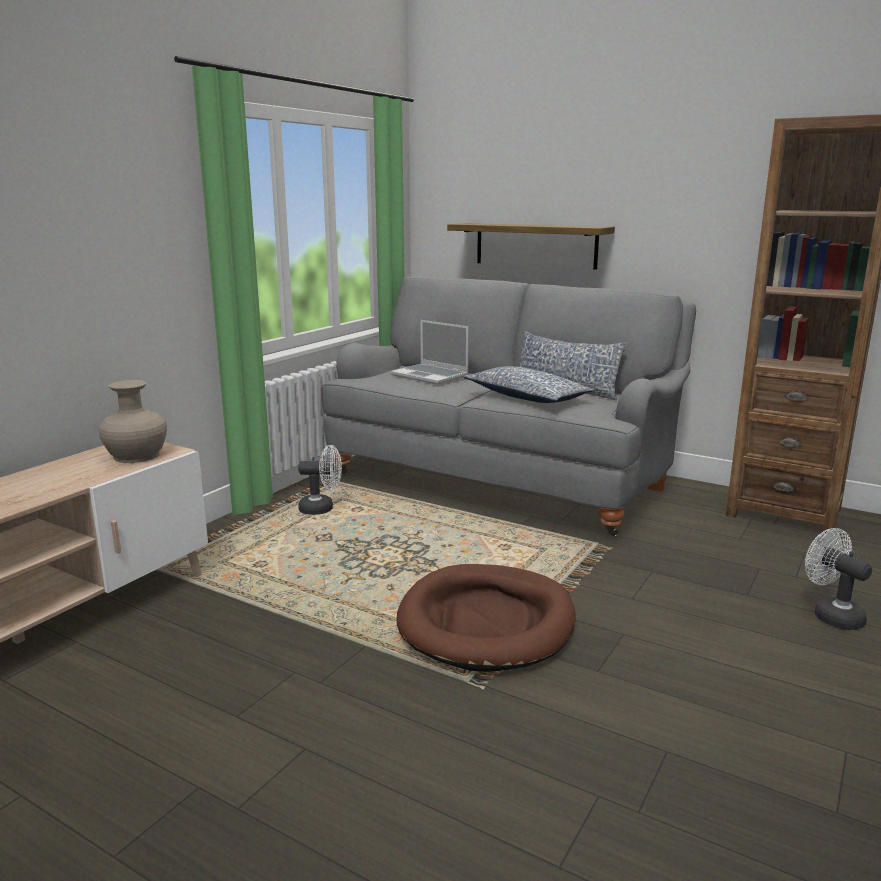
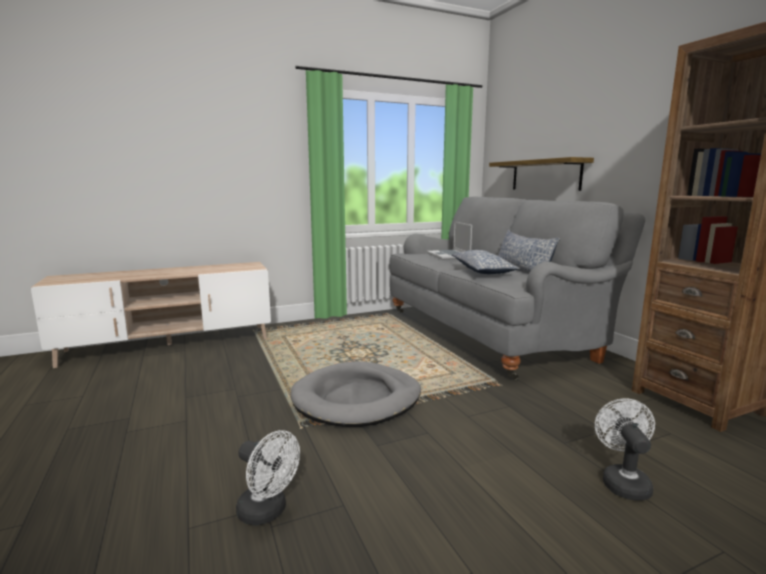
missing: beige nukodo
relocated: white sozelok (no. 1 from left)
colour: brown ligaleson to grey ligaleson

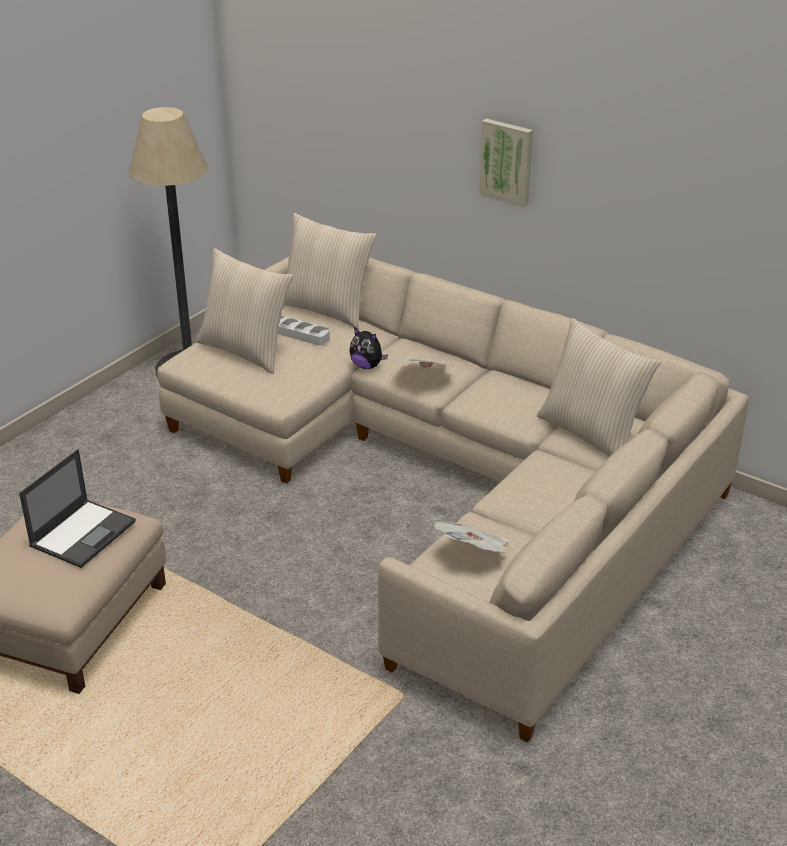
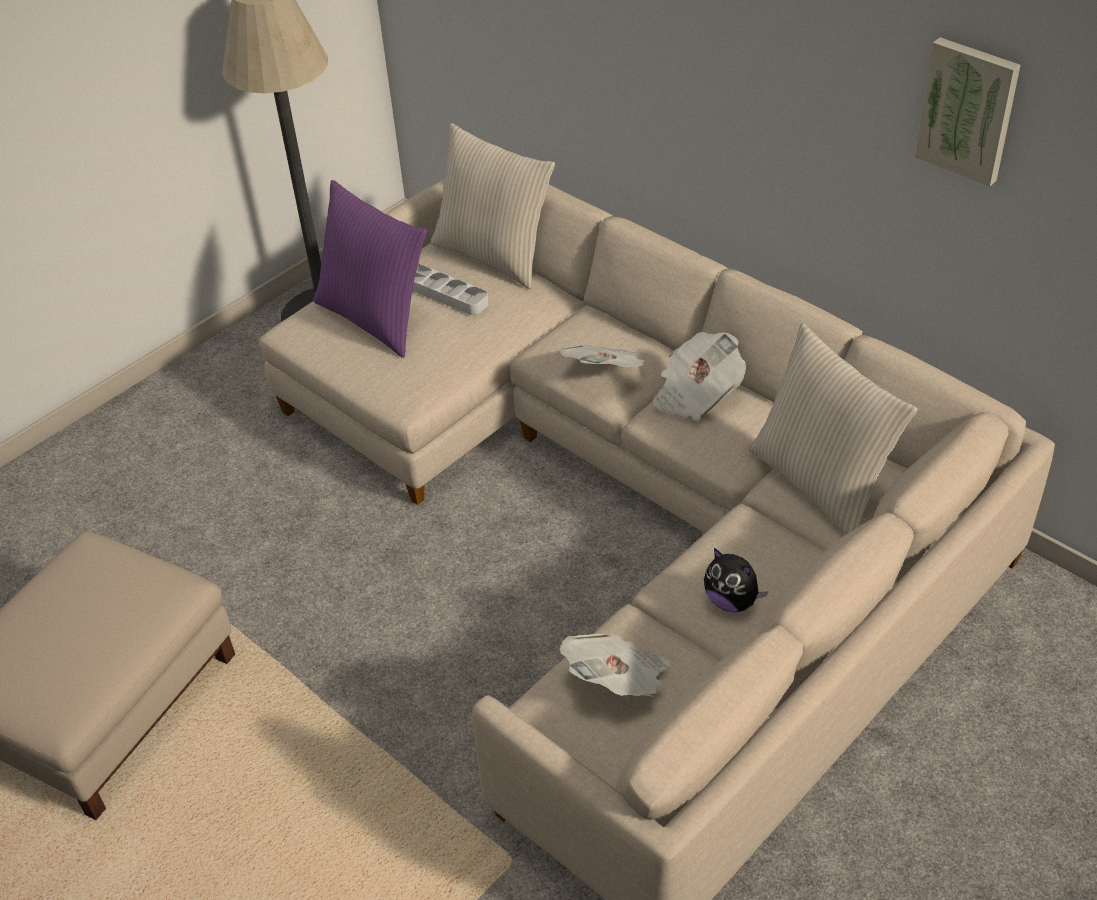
missing: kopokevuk
appeared: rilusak (no. 3 from left)
relocated: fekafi; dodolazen
colour: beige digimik (no. 1 from left) to purple digimik

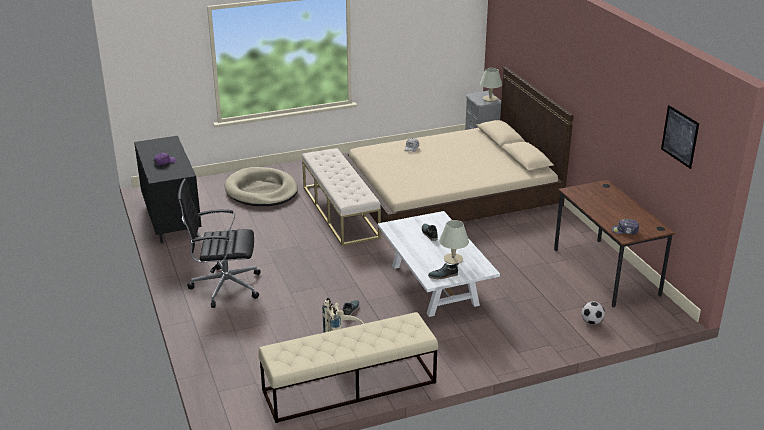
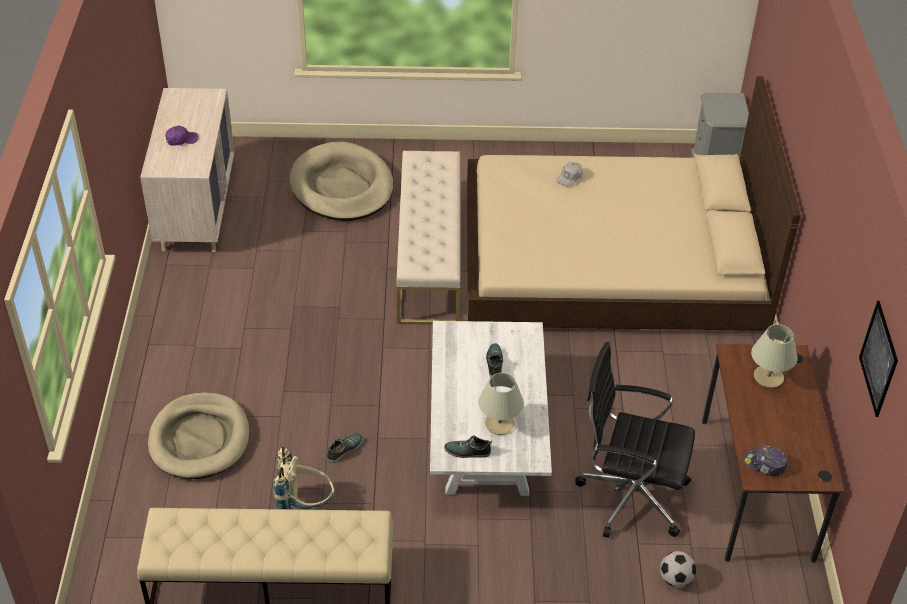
appeared: beige ligaleson (no. 1 from left)
relocated: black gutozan; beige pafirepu (no. 2 from left)
colour: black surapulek to beige surapulek

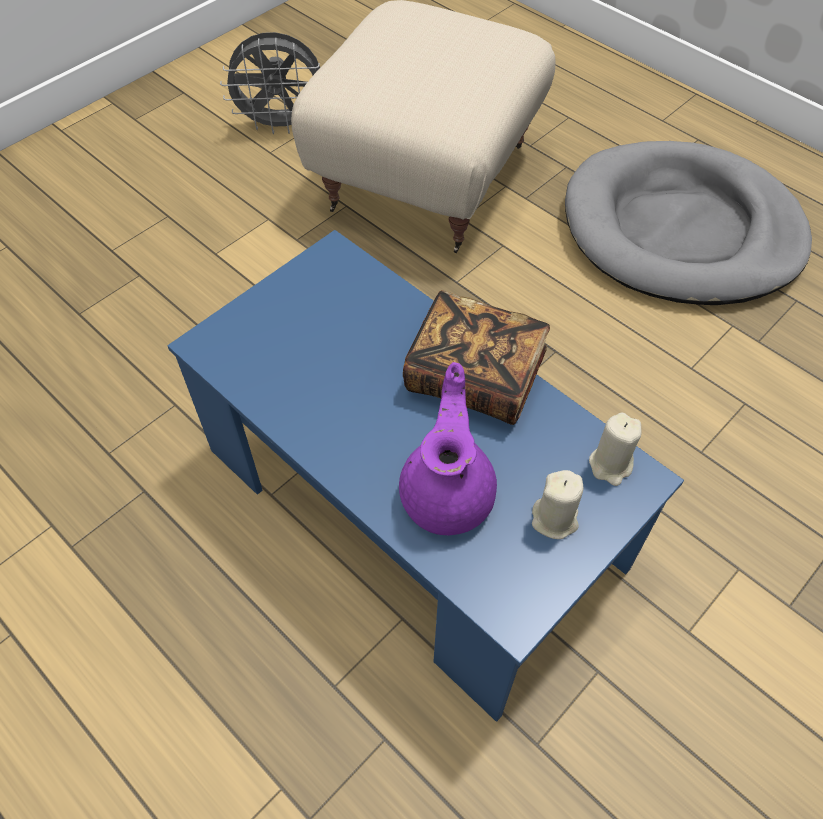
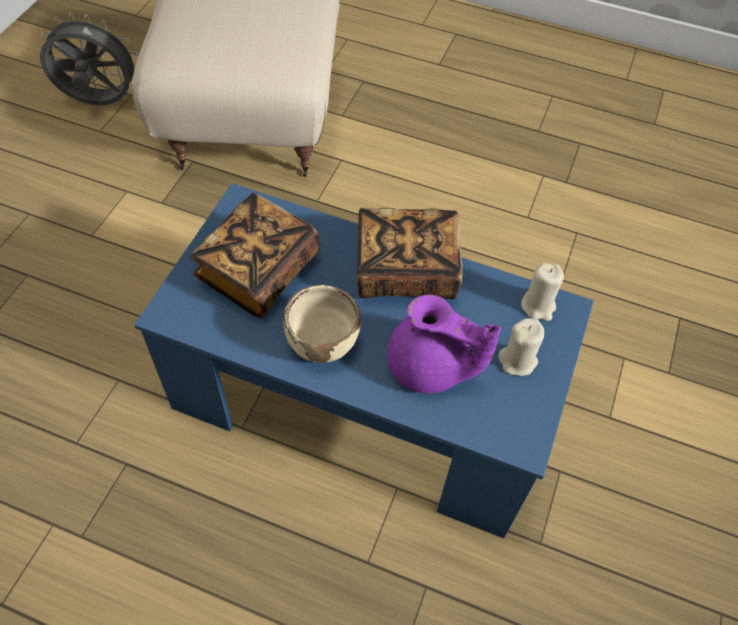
missing: grey ligaleson
appeared: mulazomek (no. 1 from left); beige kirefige
spun: grey sozelok 150 degrees counterclockwise; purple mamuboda 135 degrees clockwise

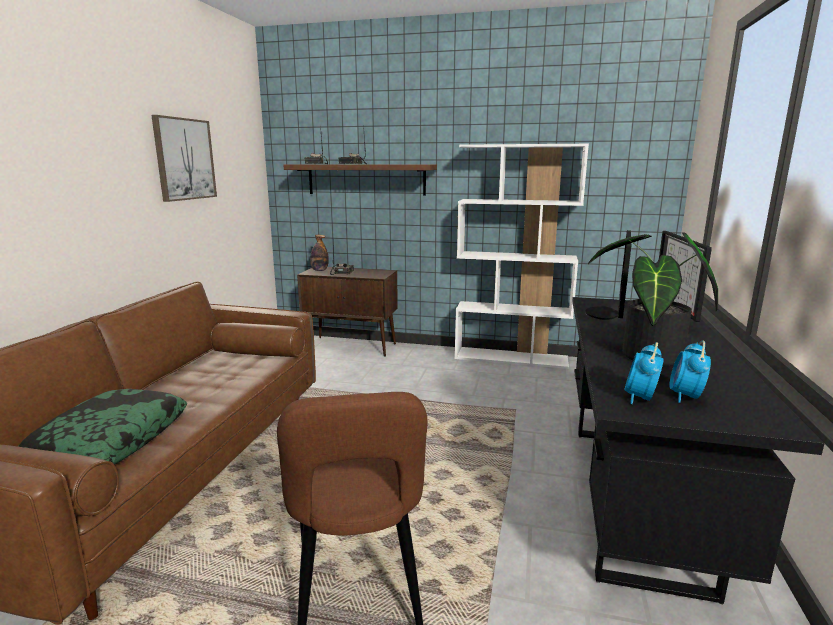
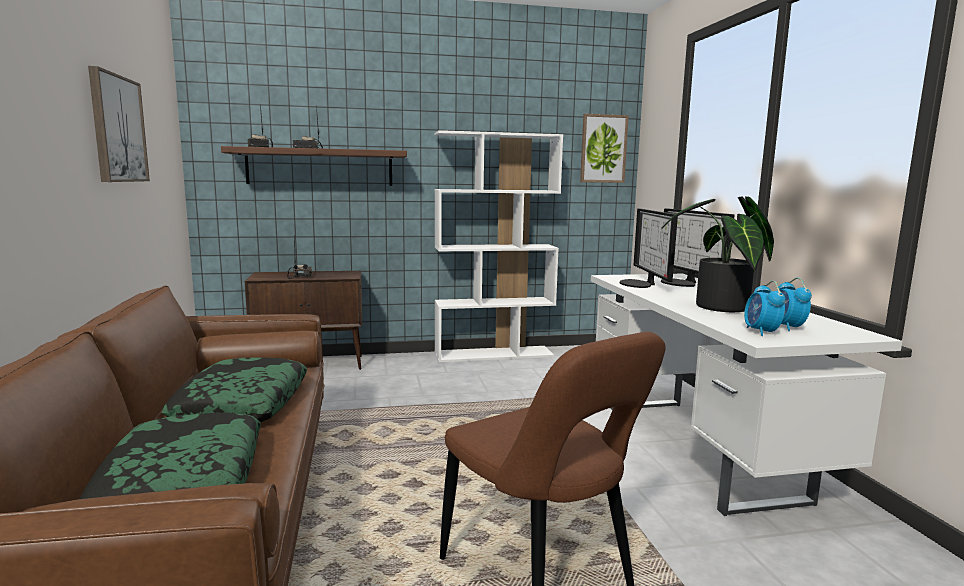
missing: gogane
appeared: digimik (no. 2 from left); dodolazen (no. 2 from left)
colour: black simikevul to white simikevul

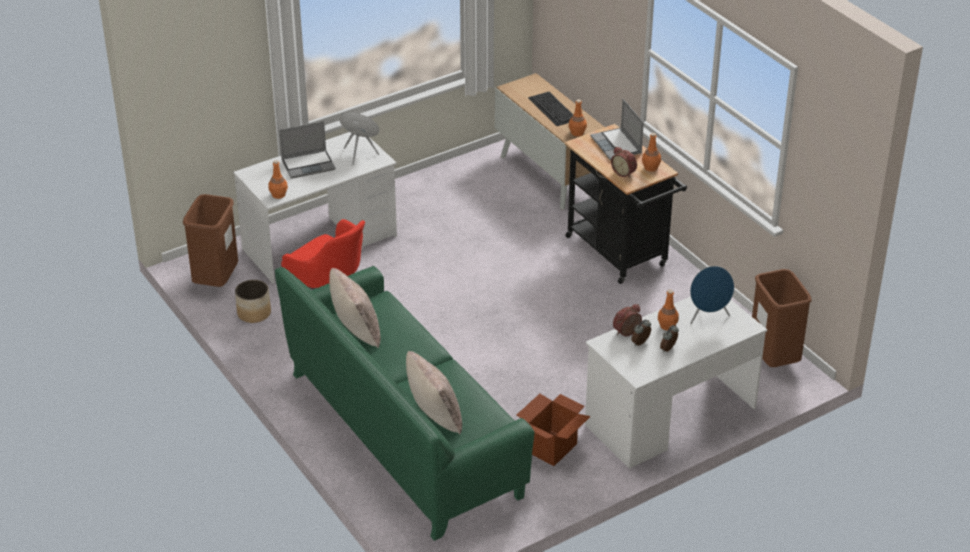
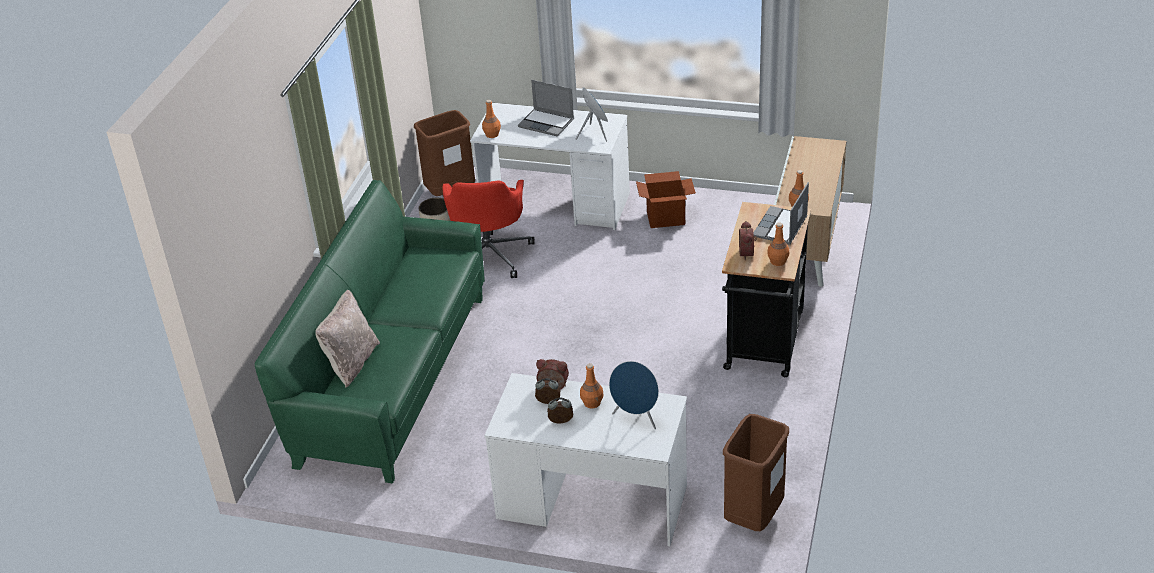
missing: beige digimik (no. 1 from left); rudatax
relocated: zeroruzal

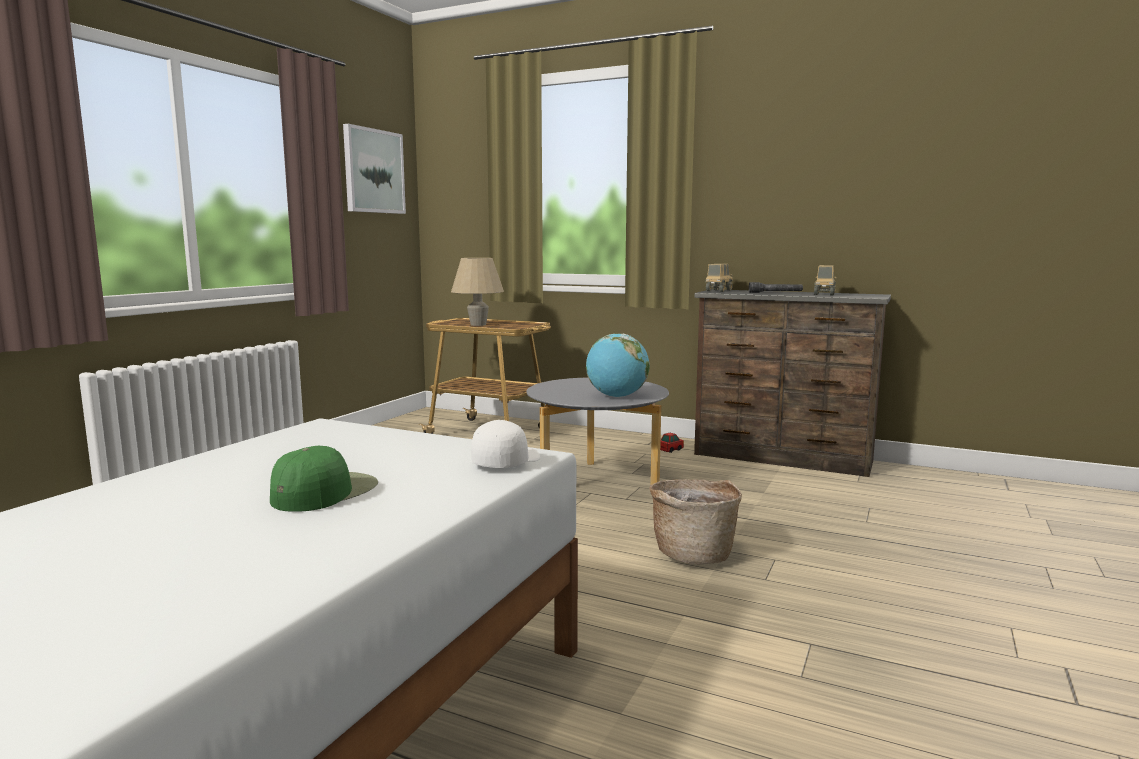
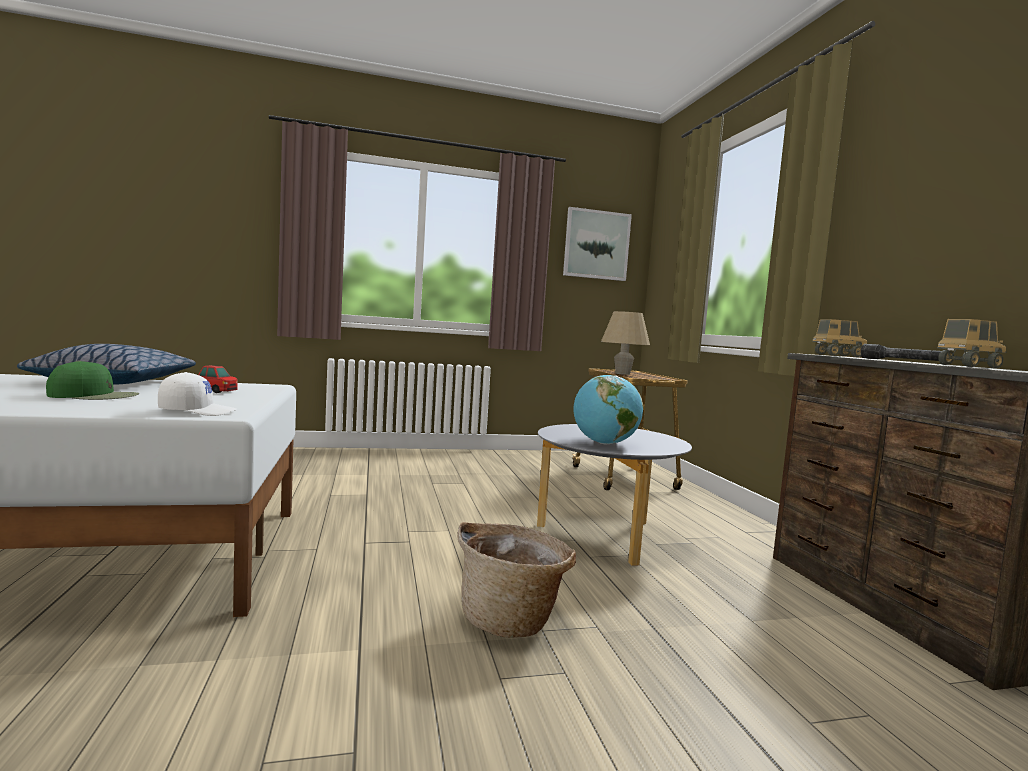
appeared: digimik
relocated: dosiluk

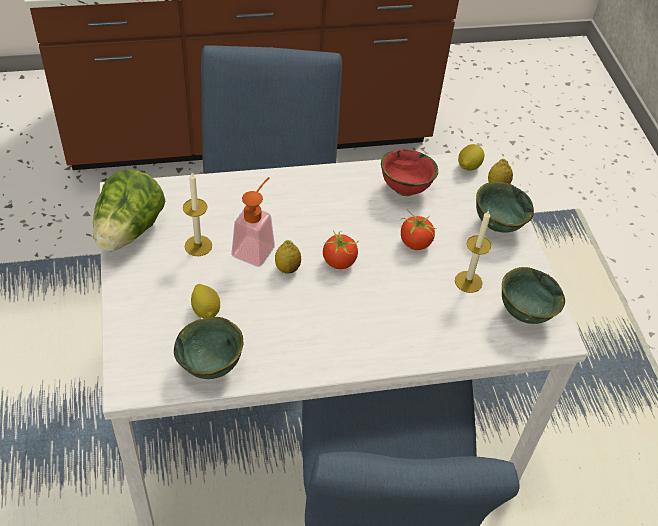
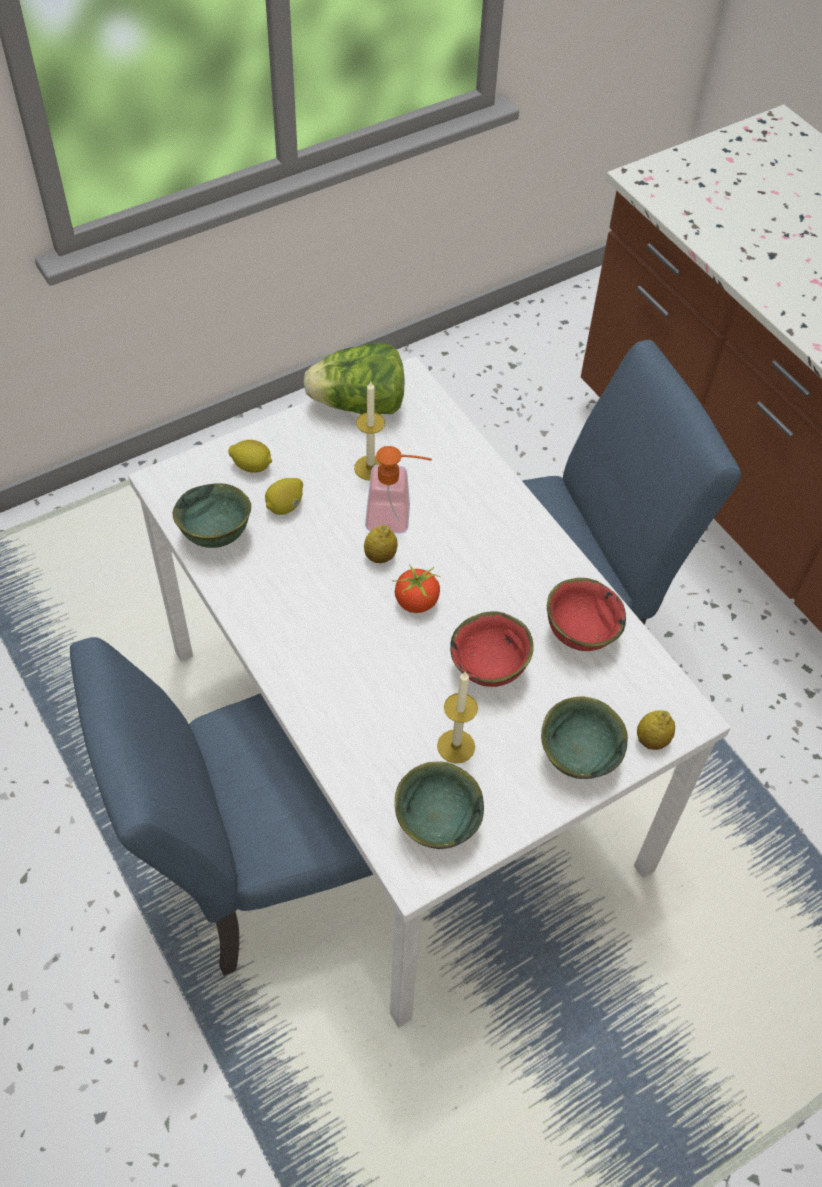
relocated: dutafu (no. 3 from left in the first image) to dutafu (no. 1 from left)
exchanged: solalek (no. 2 from left) to red kirefige (no. 1 from left)

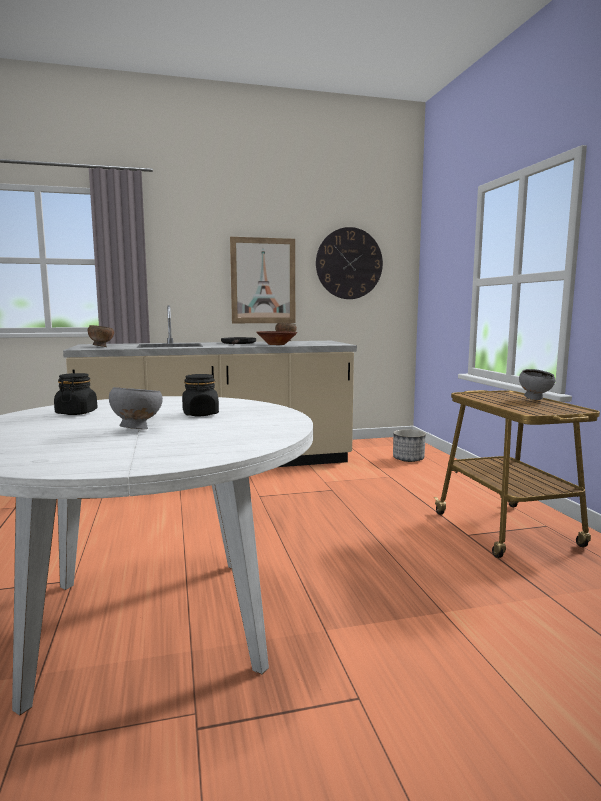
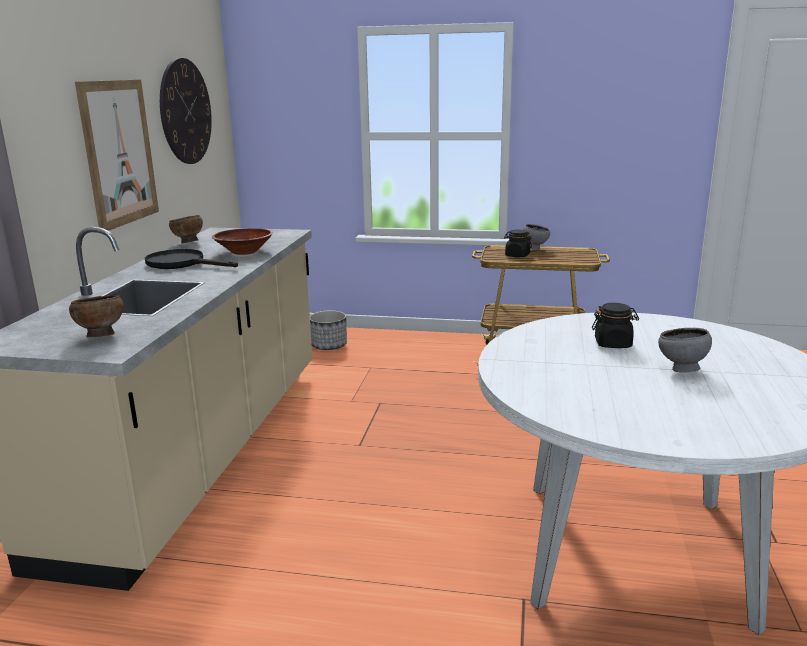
relocated: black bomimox (no. 1 from left)

